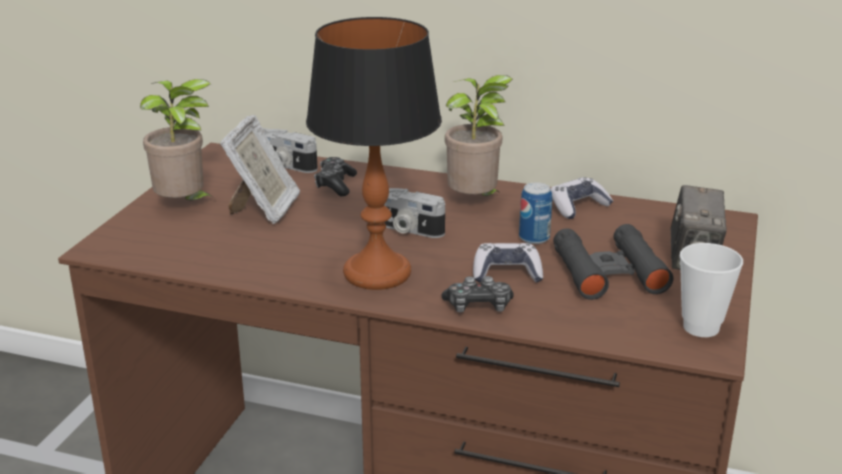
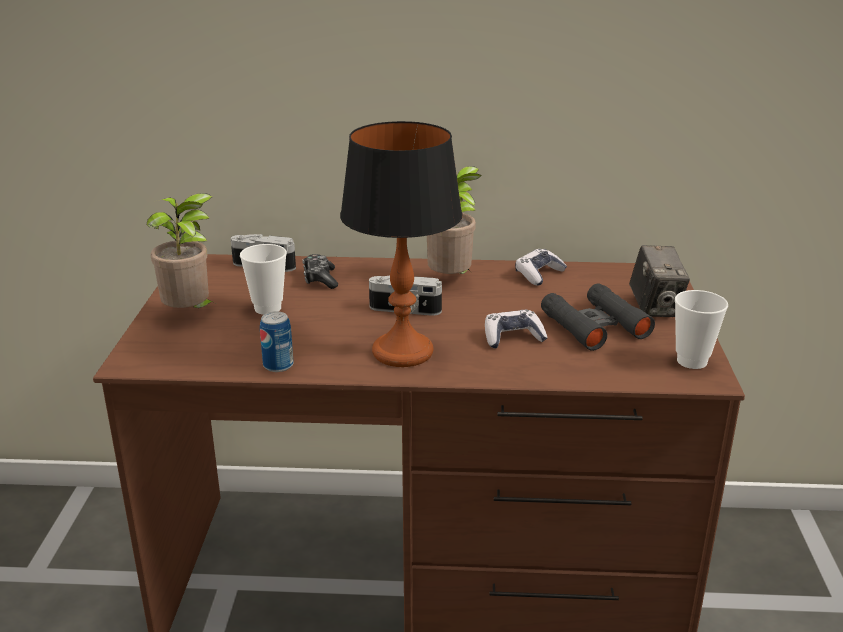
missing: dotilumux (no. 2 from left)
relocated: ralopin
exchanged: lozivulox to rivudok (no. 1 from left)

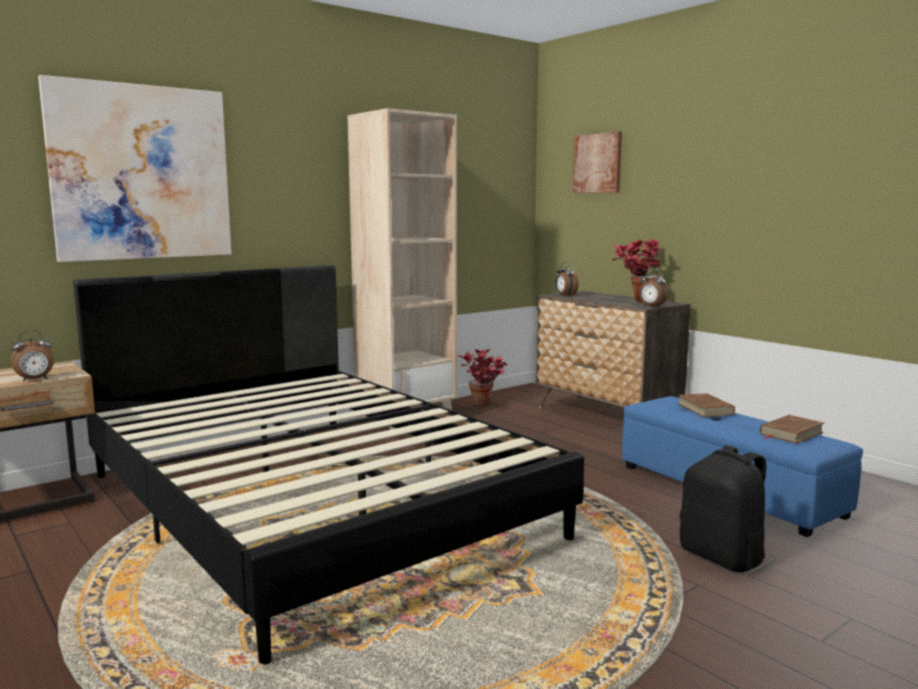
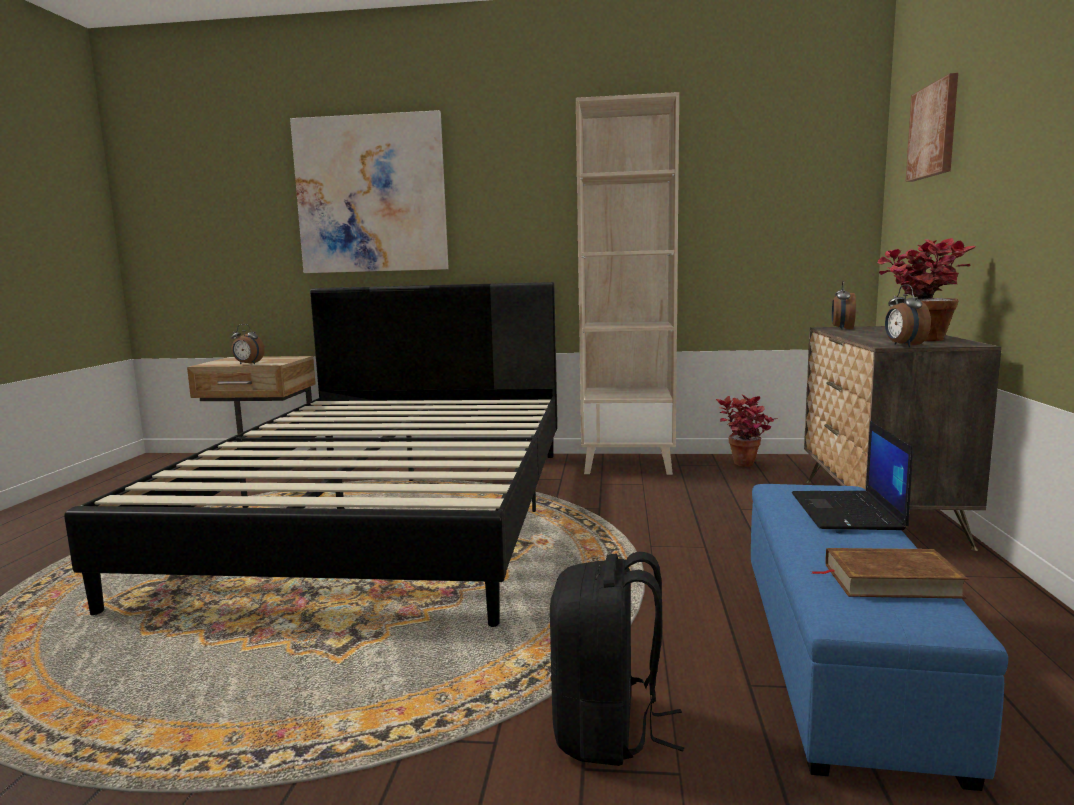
exchanged: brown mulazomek (no. 1 from left) to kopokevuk

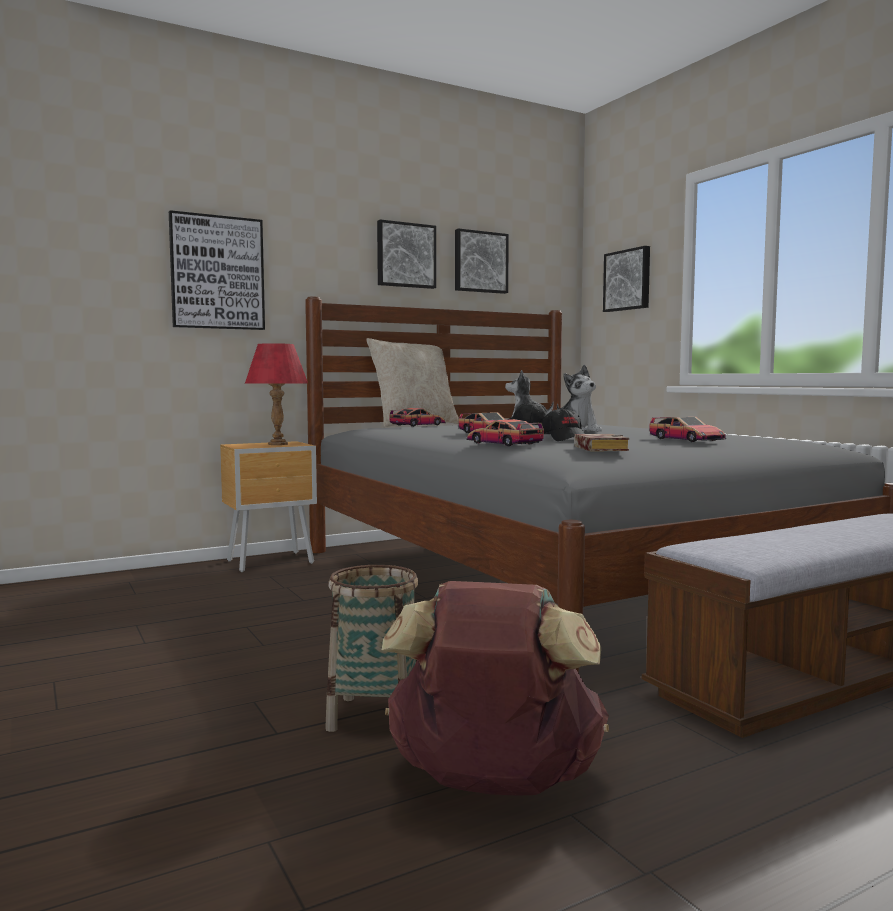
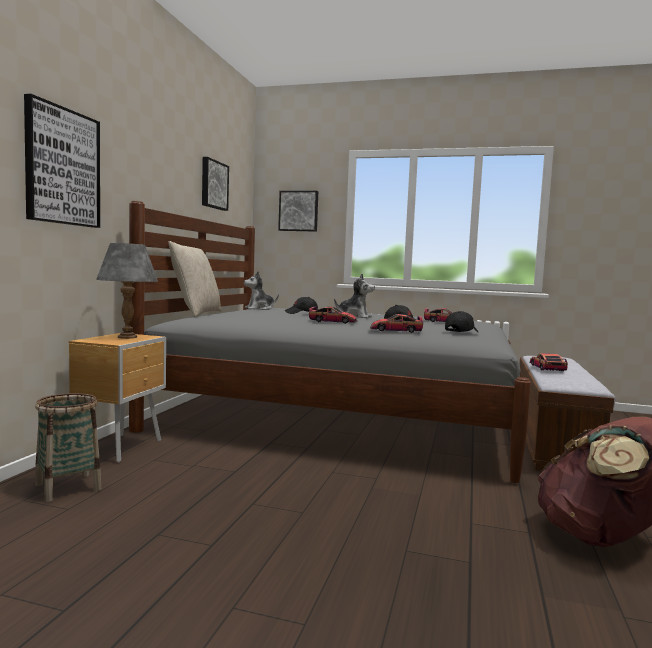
missing: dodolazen (no. 2 from left)
relocated: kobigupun; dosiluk (no. 1 from left in the first image) to dosiluk (no. 4 from left)
exchanged: mulazomek to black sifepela (no. 3 from left)
colour: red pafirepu to grey pafirepu

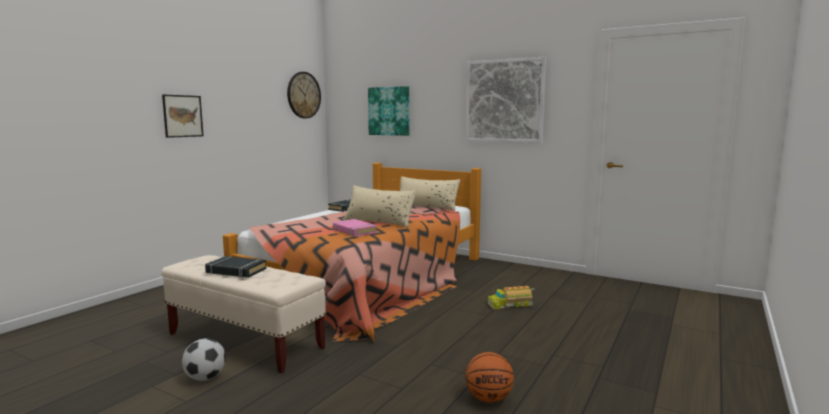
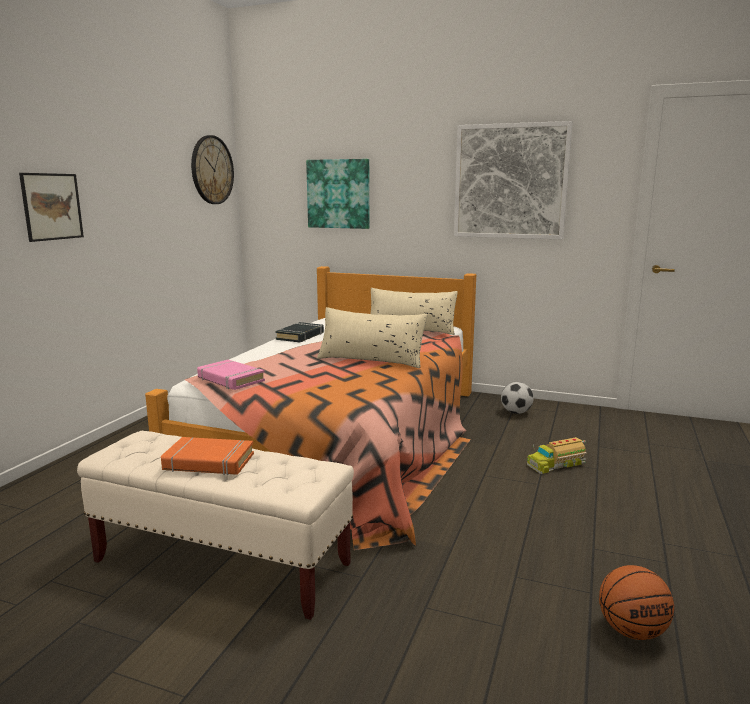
relocated: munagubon; pink mulazomek
colour: black mulazomek (no. 1 from left) to orange mulazomek

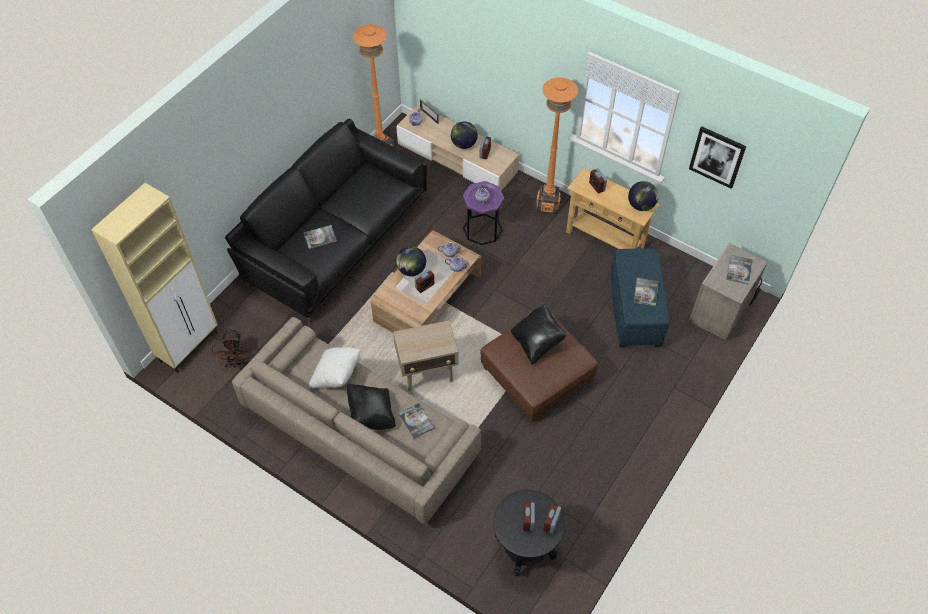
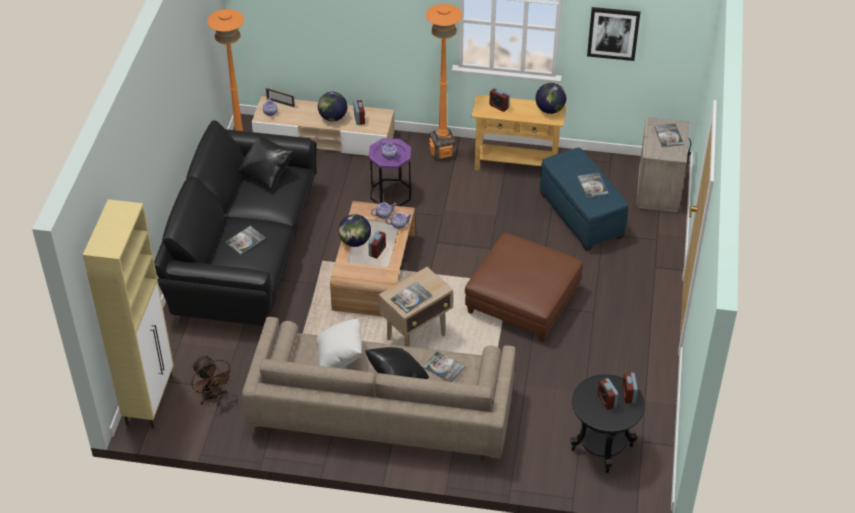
appeared: mulazomek (no. 2 from left)
relocated: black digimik (no. 2 from left in the first image) to black digimik (no. 1 from left)

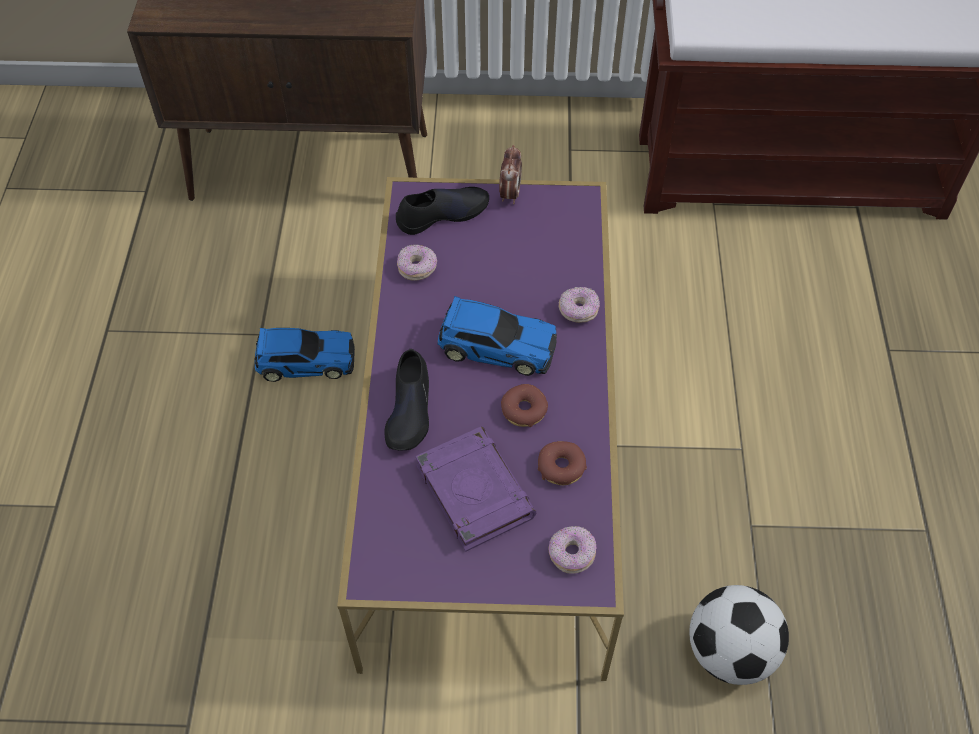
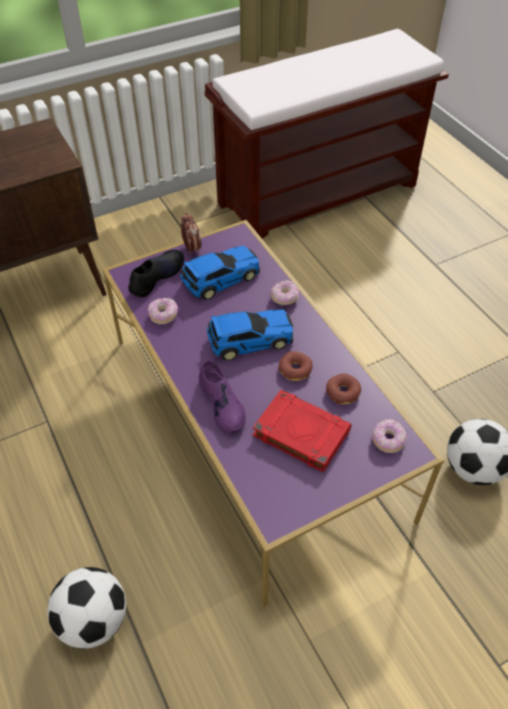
appeared: munagubon (no. 1 from left)
relocated: dosiluk (no. 1 from left)
colour: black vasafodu (no. 1 from left) to purple vasafodu; purple mulazomek to red mulazomek

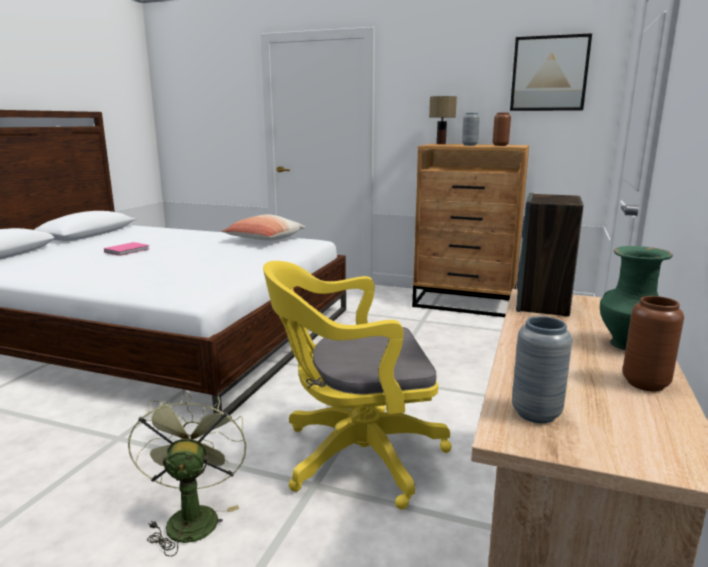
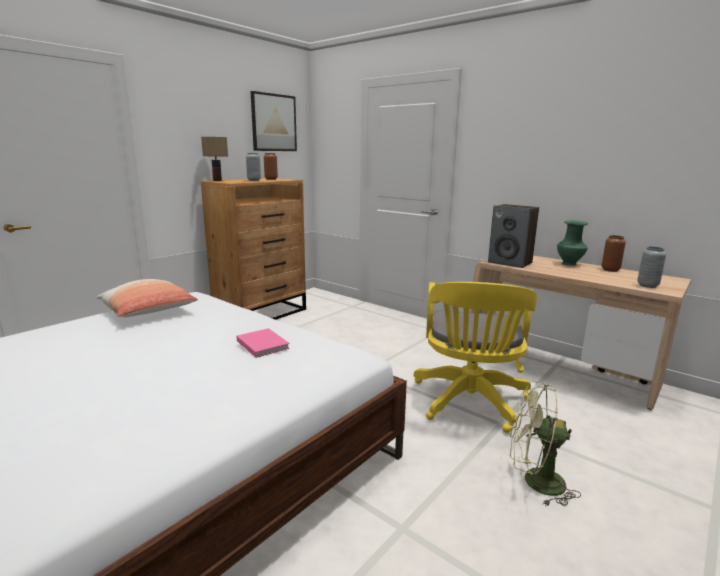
relocated: pink mulazomek

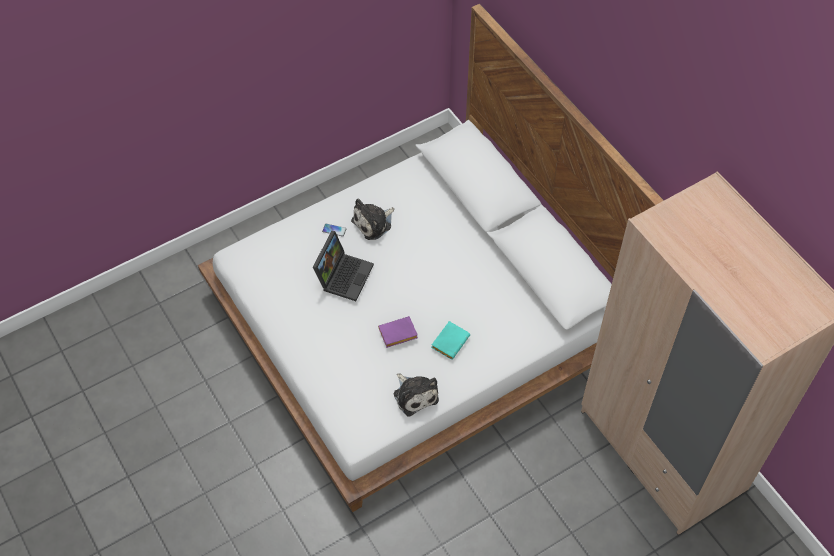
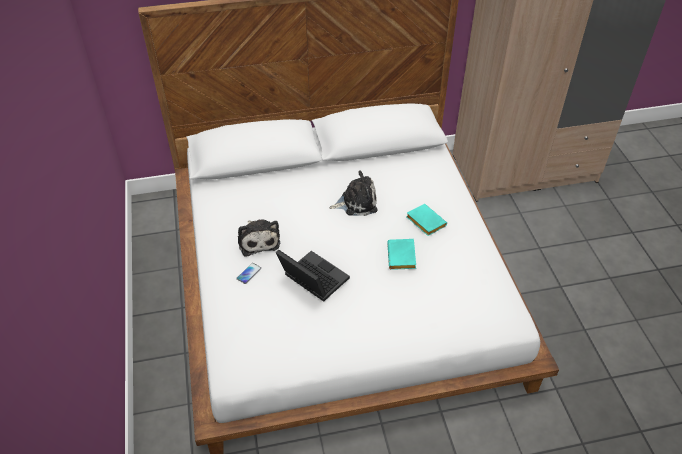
relocated: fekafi (no. 2 from left)
colour: purple mulazomek to turquoise mulazomek (no. 1 from left)

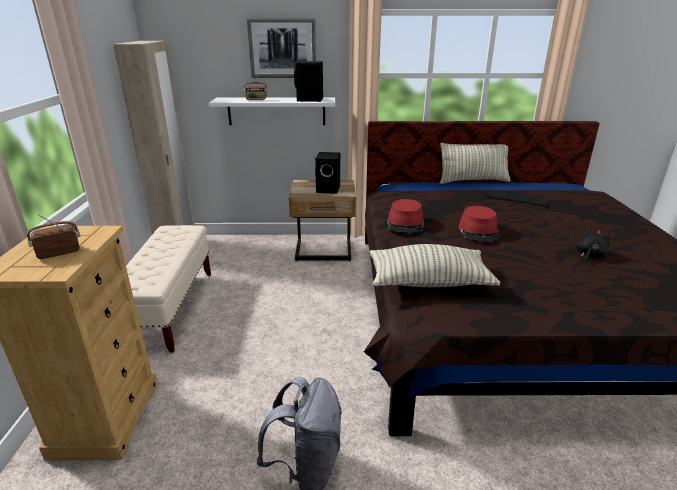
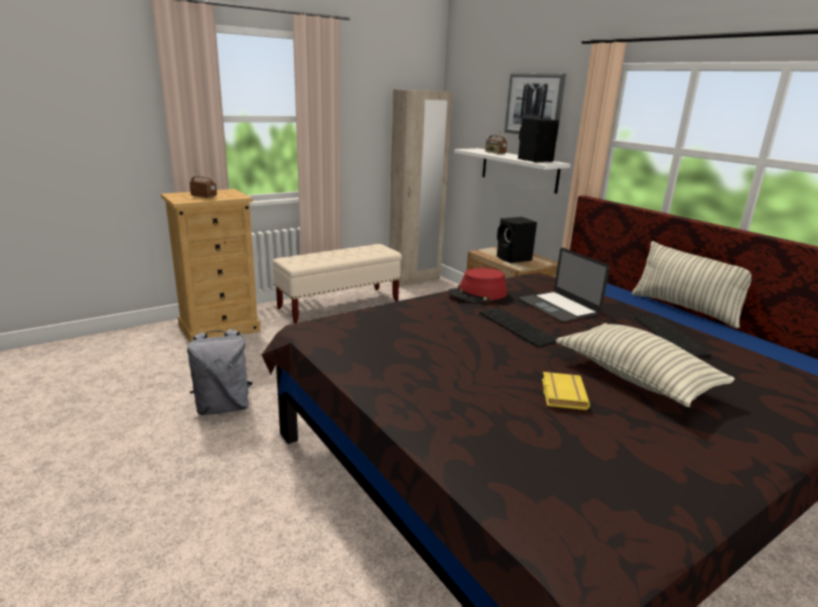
appeared: kopokevuk
relocated: digimik (no. 1 from left)
exchanged: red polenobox (no. 2 from left) to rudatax (no. 1 from left); black fekafi to yellow mulazomek

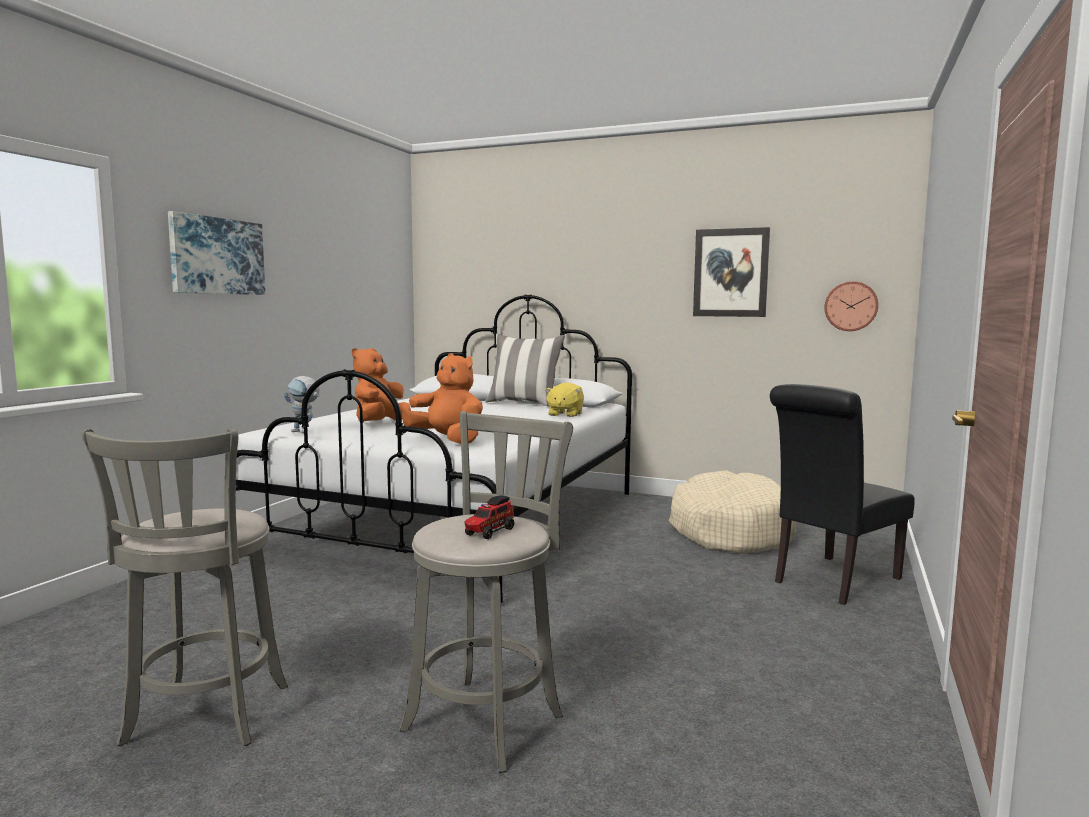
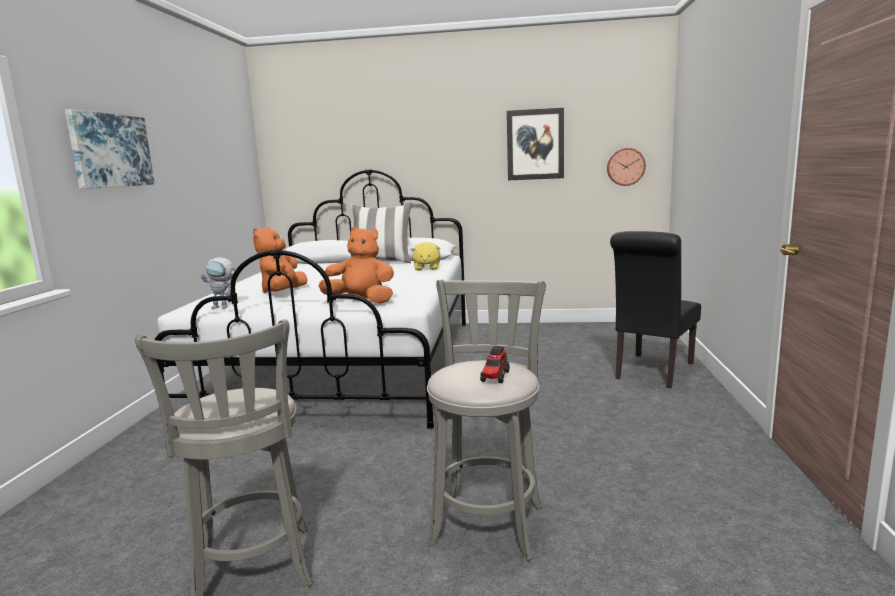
missing: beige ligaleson

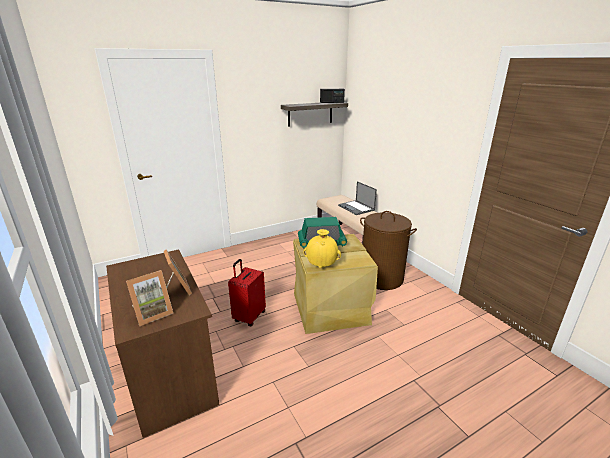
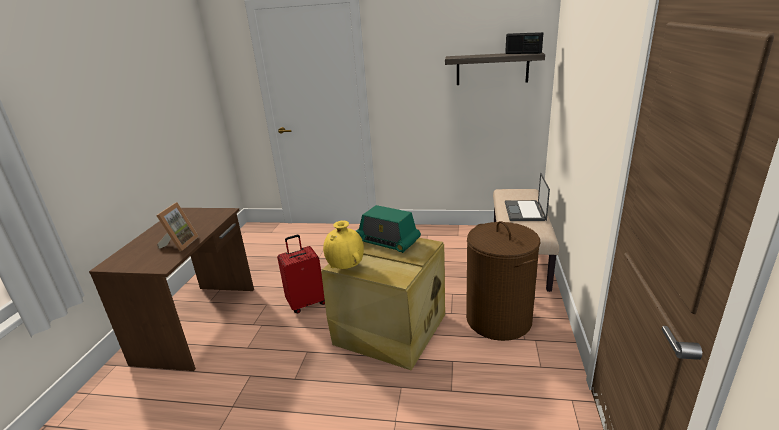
missing: lozivulox (no. 1 from left)

